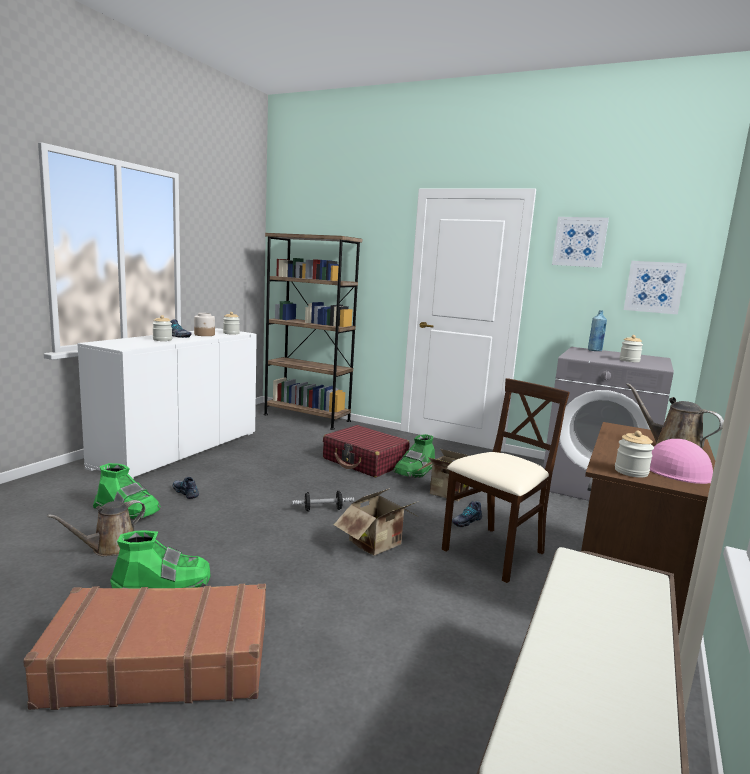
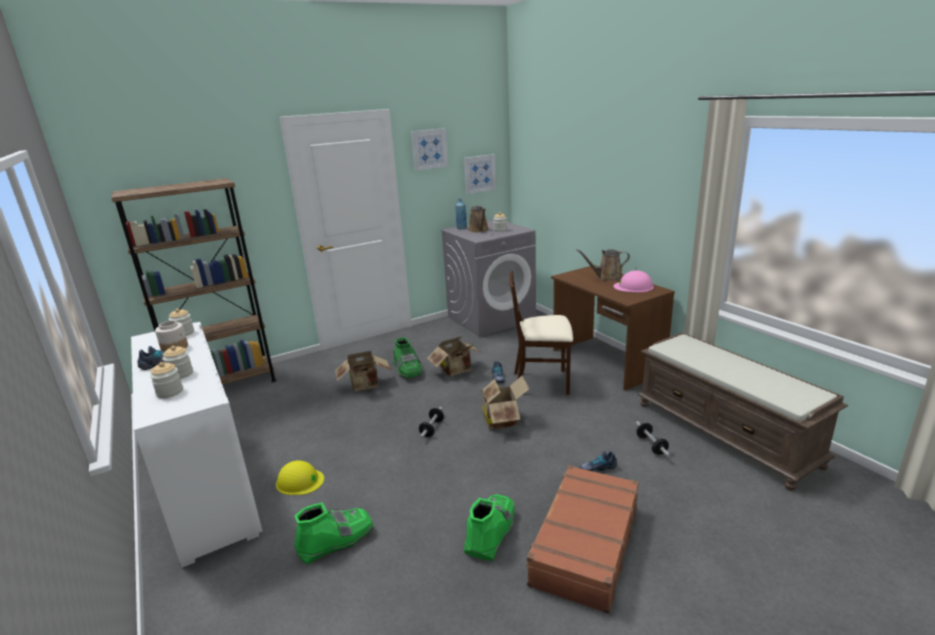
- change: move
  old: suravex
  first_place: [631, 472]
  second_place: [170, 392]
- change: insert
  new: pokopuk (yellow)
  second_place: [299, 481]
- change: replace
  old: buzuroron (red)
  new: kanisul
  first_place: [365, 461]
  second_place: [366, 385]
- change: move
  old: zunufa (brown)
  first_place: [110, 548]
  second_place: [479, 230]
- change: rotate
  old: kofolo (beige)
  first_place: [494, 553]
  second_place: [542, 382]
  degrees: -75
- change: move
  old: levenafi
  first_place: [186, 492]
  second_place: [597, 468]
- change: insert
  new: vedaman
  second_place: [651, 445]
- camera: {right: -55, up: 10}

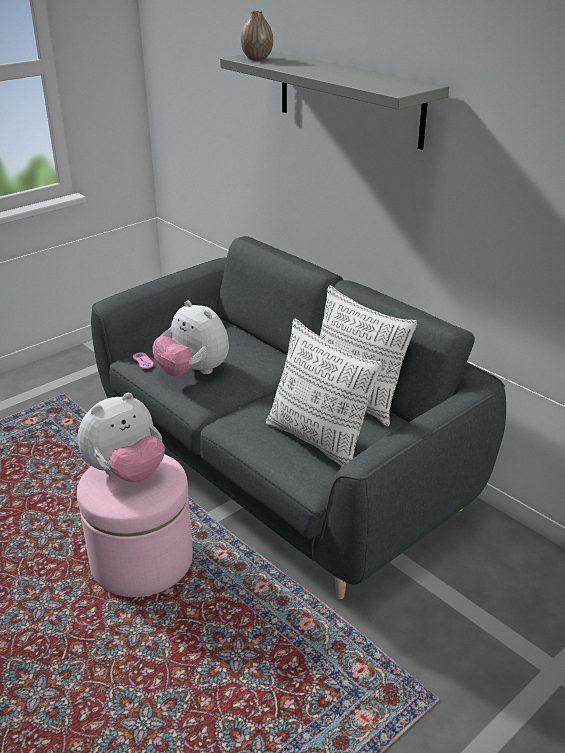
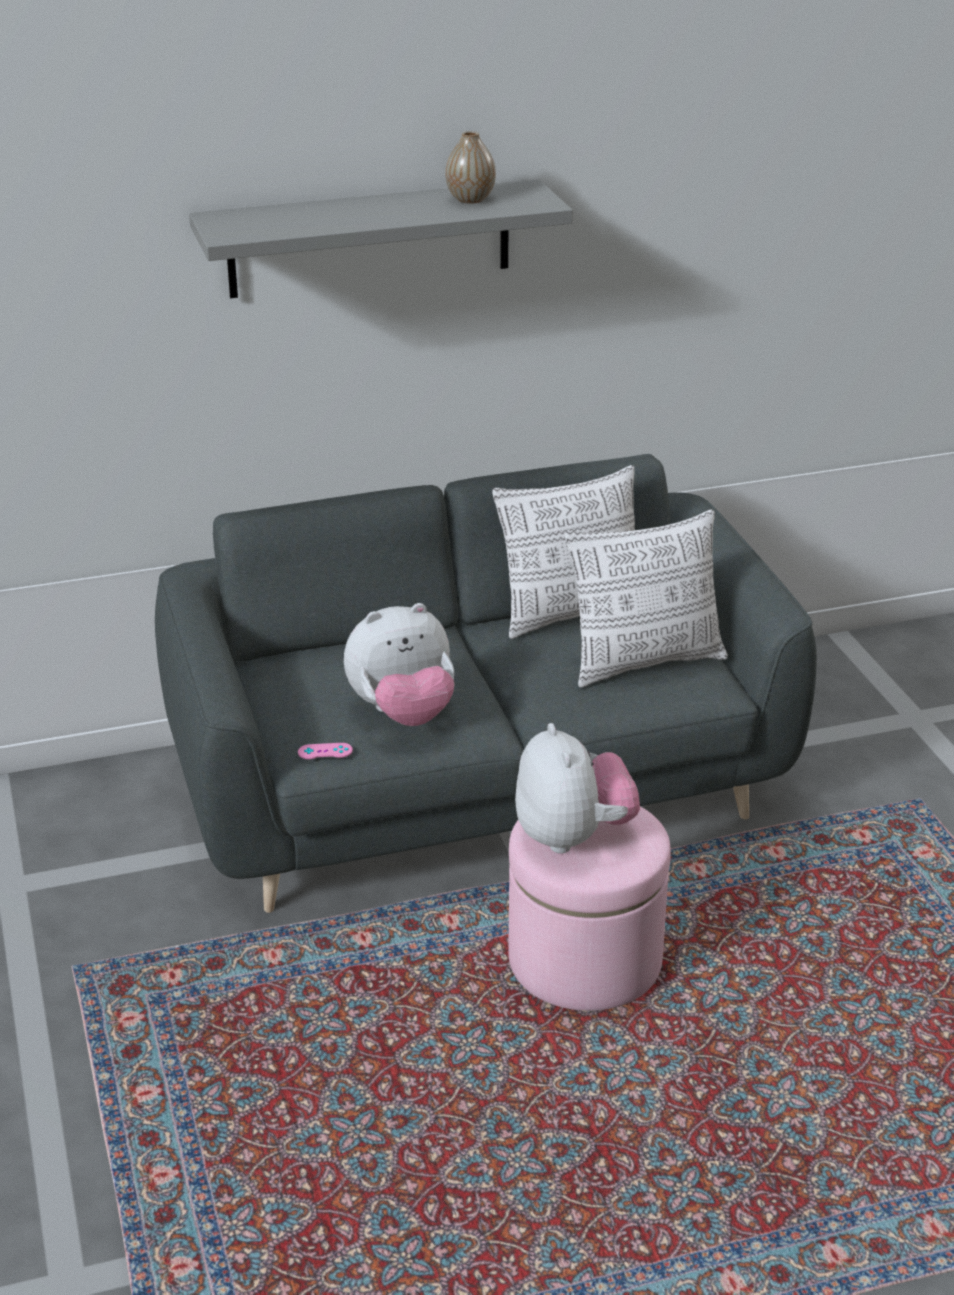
- change: move
  old: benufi
  first_place: [257, 58]
  second_place: [470, 199]
- camera: {right: -65, up: 0}

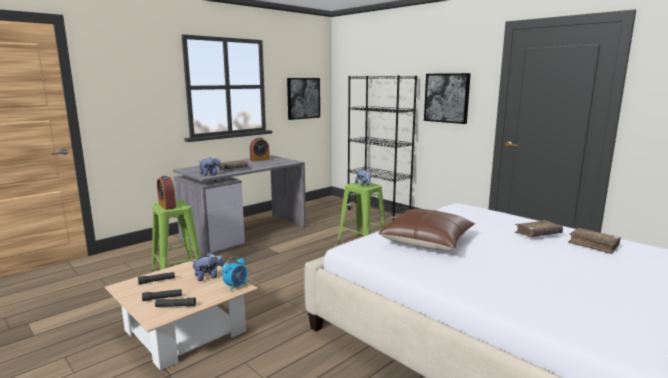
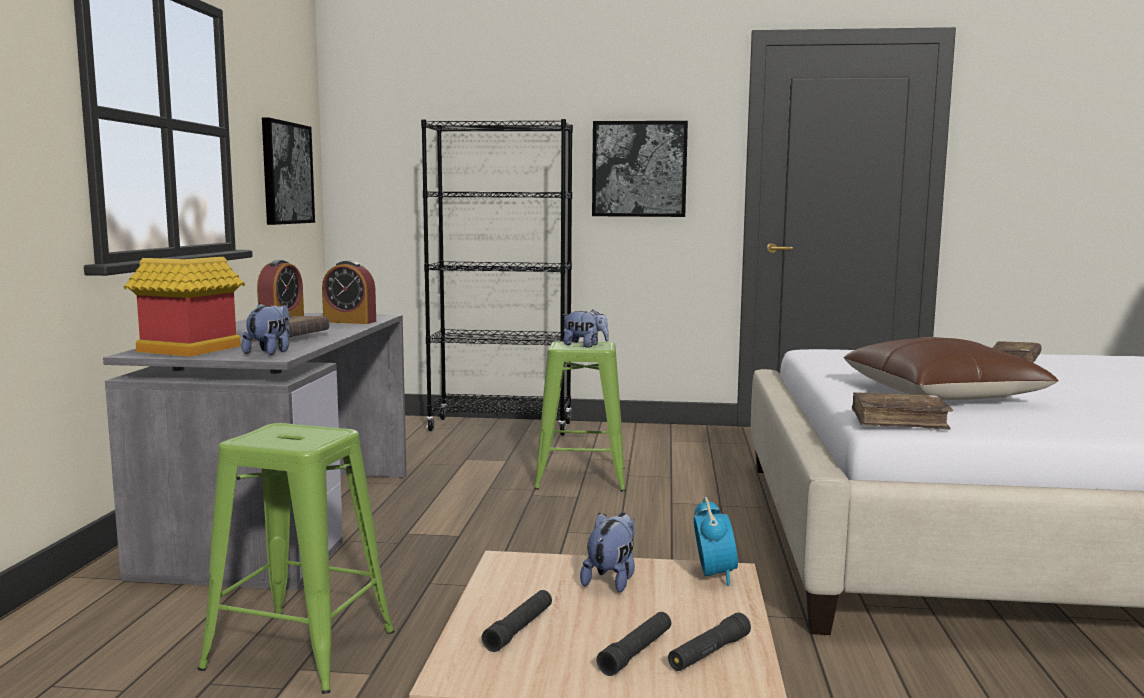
- change: insert
  new: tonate
  second_place: [186, 351]
- change: move
  old: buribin
  first_place: [167, 206]
  second_place: [349, 321]
- change: move
  old: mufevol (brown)
  first_place: [593, 245]
  second_place: [899, 421]
- camera: {right: -40, up: -5}

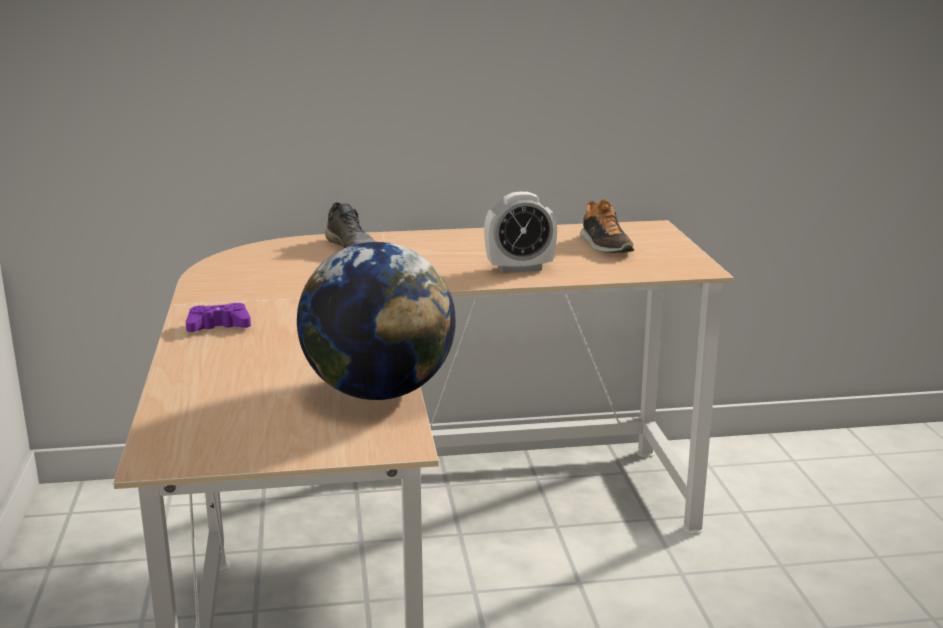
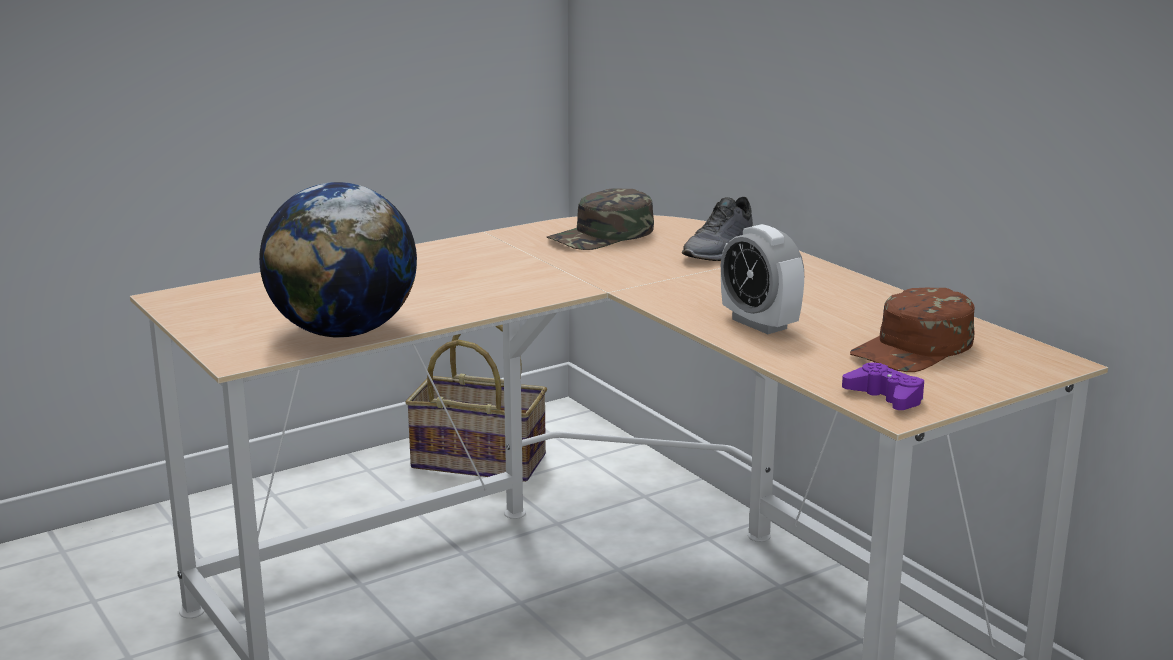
- change: insert
  new: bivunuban
  second_place: [480, 460]
- change: insert
  new: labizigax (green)
  second_place: [602, 236]
- change: move
  old: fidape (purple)
  first_place: [218, 326]
  second_place: [885, 397]
- change: replace
  old: levenafi
  new: labizigax (brown)
  first_place: [604, 246]
  second_place: [914, 349]
- camera: {right: 65, up: 0}

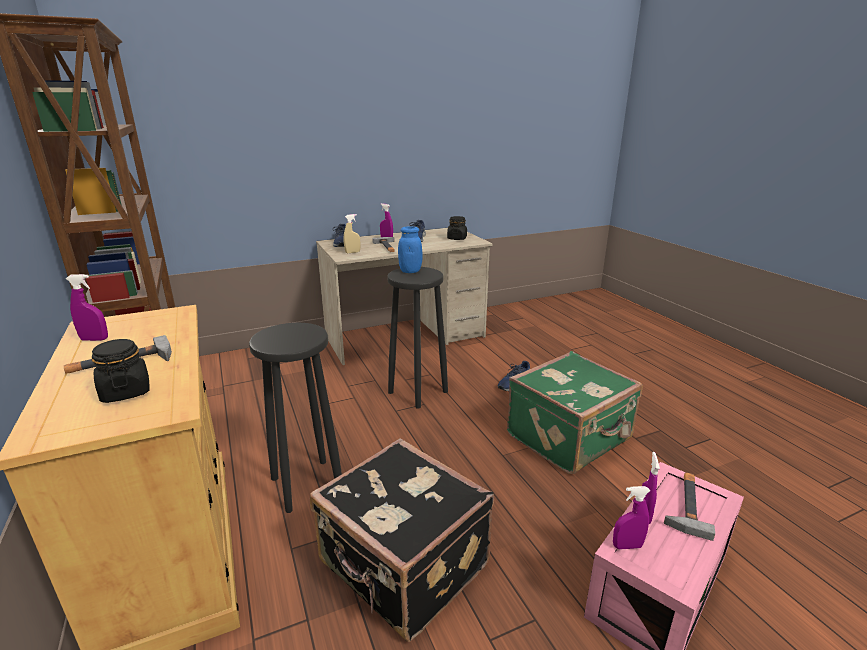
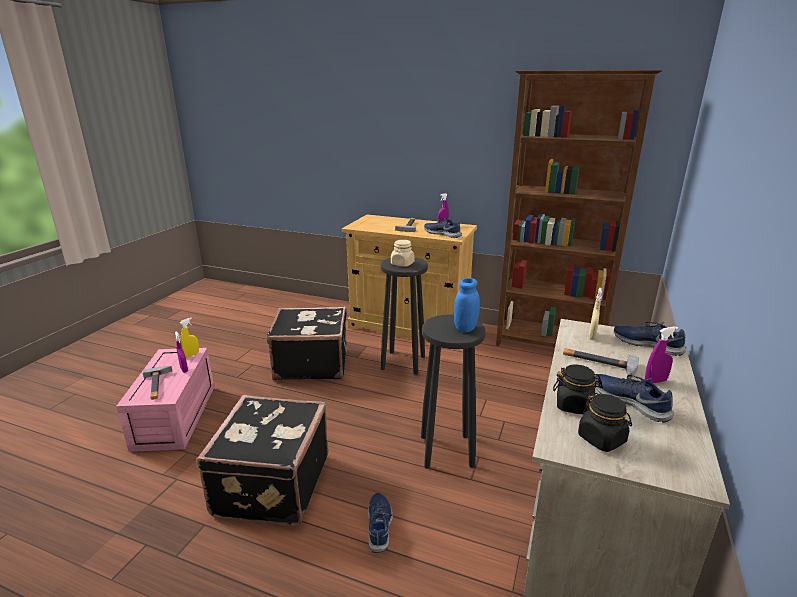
- change: recolor
  old: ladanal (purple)
  new: ladanal (yellow)
  first_place: [627, 546]
  second_place: [191, 355]
- change: recolor
  old: buzuroron (green)
  new: buzuroron (black)
  first_place: [570, 438]
  second_place: [270, 485]
- change: insert
  new: suravex (beige)
  second_place: [402, 264]
- change: insert
  new: levenafi (blue)
  second_place: [442, 233]
- change: move
  old: suravex (black)
  first_place: [126, 391]
  second_place: [574, 405]
- camera: {right: 135, up: 0}

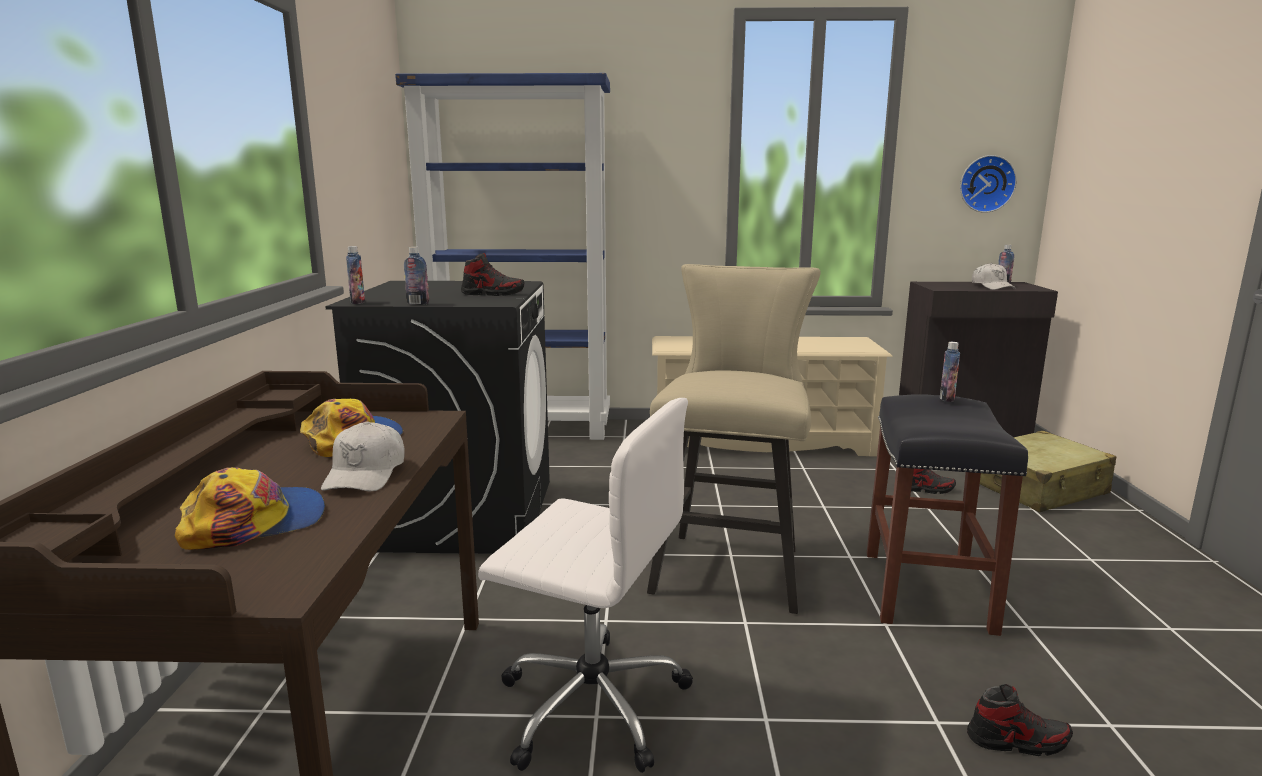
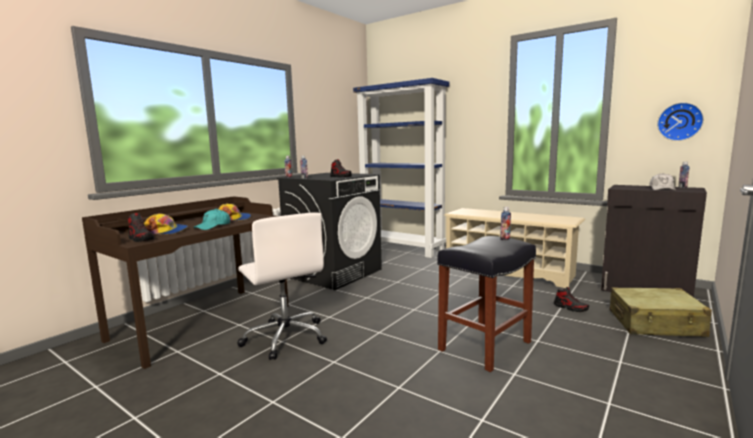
- change: move
  old: levenafi
  first_place: [1017, 741]
  second_place: [141, 239]
- change: recolor
  old: labizigax (white)
  new: labizigax (turquoise)
  first_place: [366, 474]
  second_place: [213, 226]
- change: delete
  old: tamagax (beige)
  first_place: [730, 565]
- camera: {right: 35, up: -5}

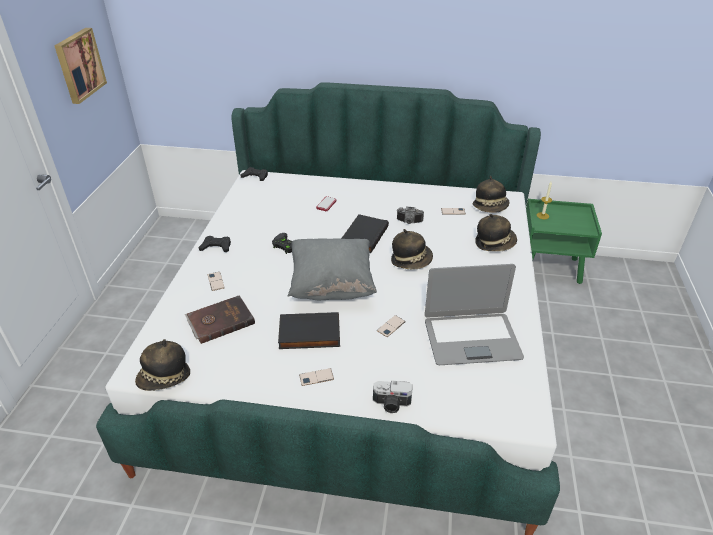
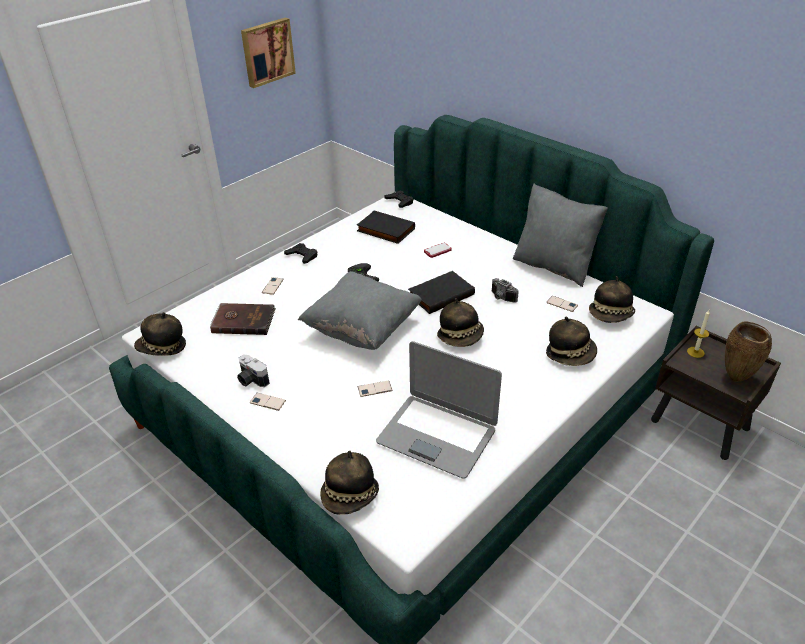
- change: move
  old: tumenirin
  first_place: [391, 404]
  second_place: [251, 380]
- change: insert
  new: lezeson
  second_place: [350, 497]
- change: move
  old: mufevol (black)
  first_place: [309, 335]
  second_place: [385, 230]
- change: insert
  new: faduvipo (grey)
  second_place: [554, 266]
- change: recolor
  old: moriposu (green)
  new: moriposu (brown)
  first_place: [550, 268]
  second_place: [700, 425]
- change: insert
  new: benufi (brown)
  second_place: [736, 379]
- camera: {right: 35, up: 0}

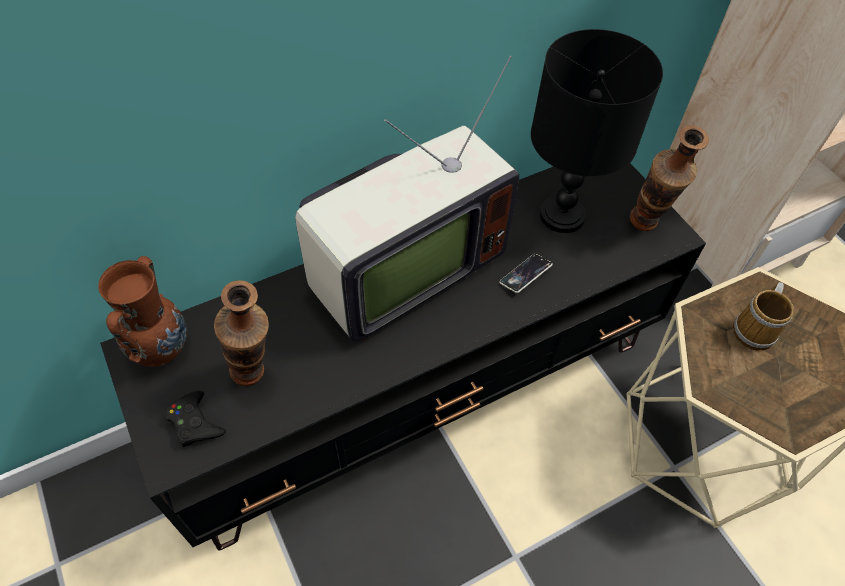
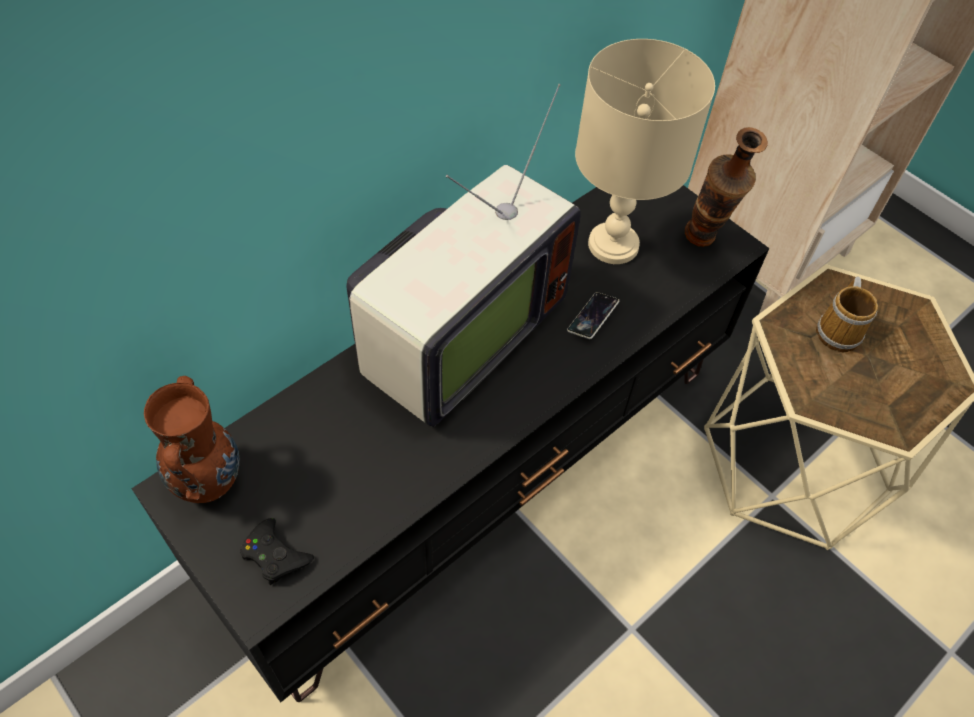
- change: recolor
  old: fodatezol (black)
  new: fodatezol (beige)
  first_place: [563, 216]
  second_place: [614, 245]
- change: delete
  old: benufi
  first_place: [257, 377]
- camera: {right: -15, up: 0}

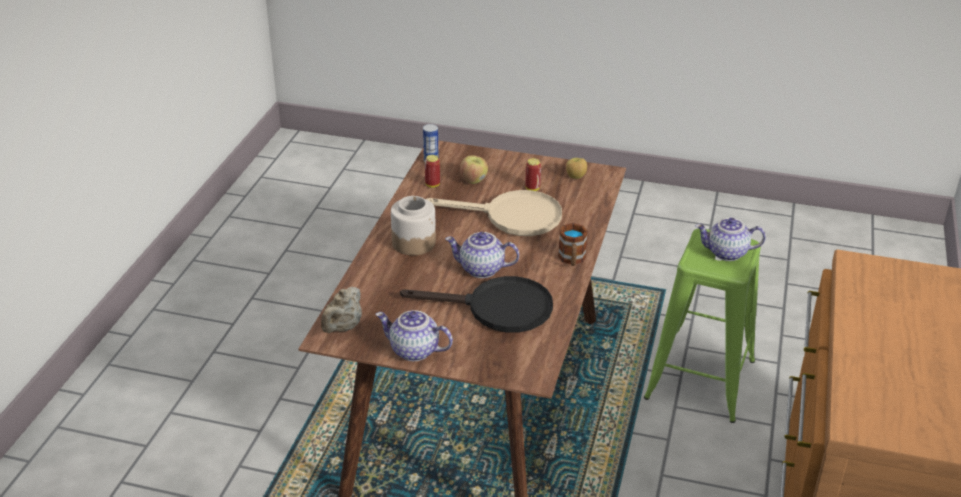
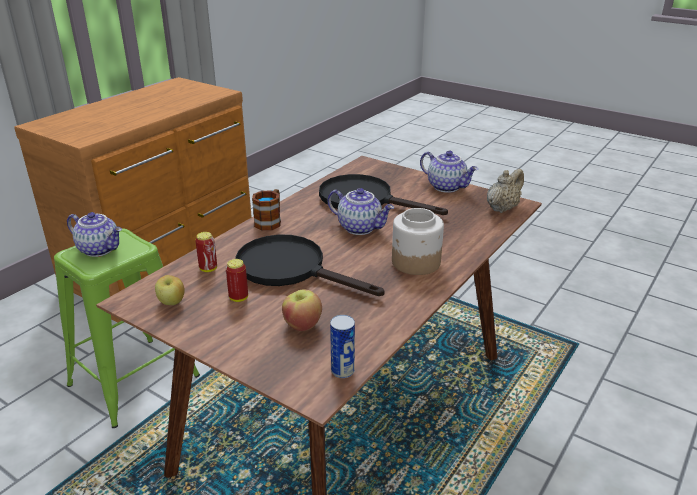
- change: move
  old: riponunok
  first_place: [432, 185]
  second_place: [208, 269]
- change: recolor
  old: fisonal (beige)
  new: fisonal (black)
  first_place: [512, 217]
  second_place: [291, 269]
- camera: {right: -160, up: -5}

